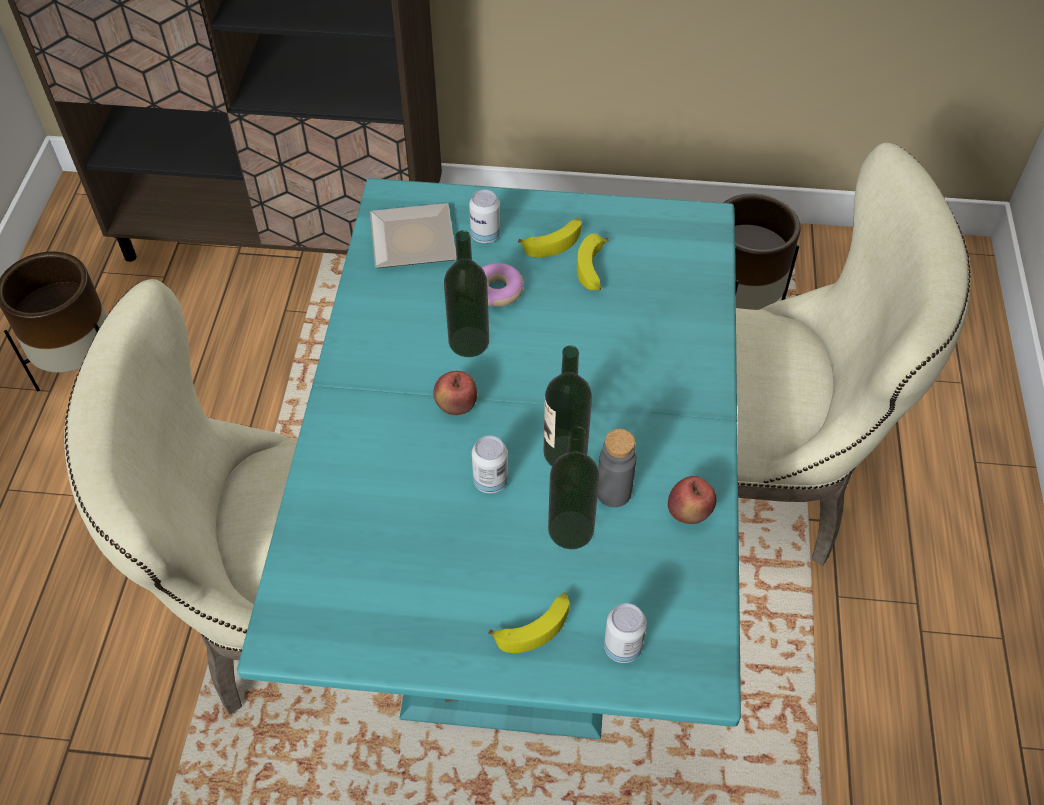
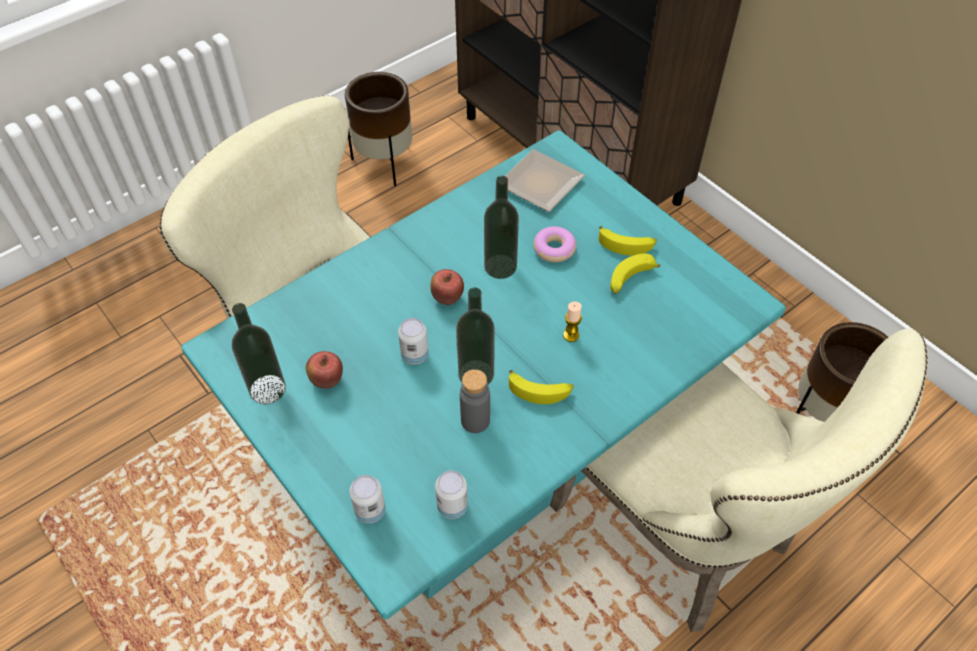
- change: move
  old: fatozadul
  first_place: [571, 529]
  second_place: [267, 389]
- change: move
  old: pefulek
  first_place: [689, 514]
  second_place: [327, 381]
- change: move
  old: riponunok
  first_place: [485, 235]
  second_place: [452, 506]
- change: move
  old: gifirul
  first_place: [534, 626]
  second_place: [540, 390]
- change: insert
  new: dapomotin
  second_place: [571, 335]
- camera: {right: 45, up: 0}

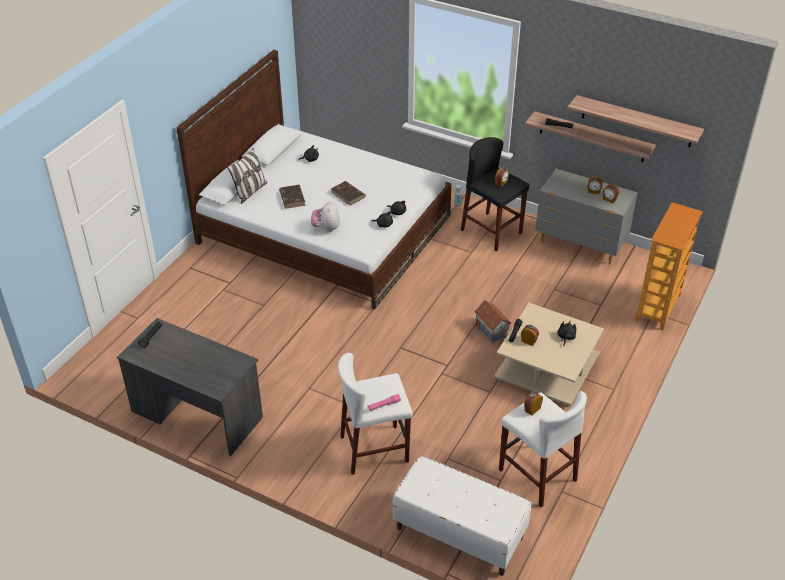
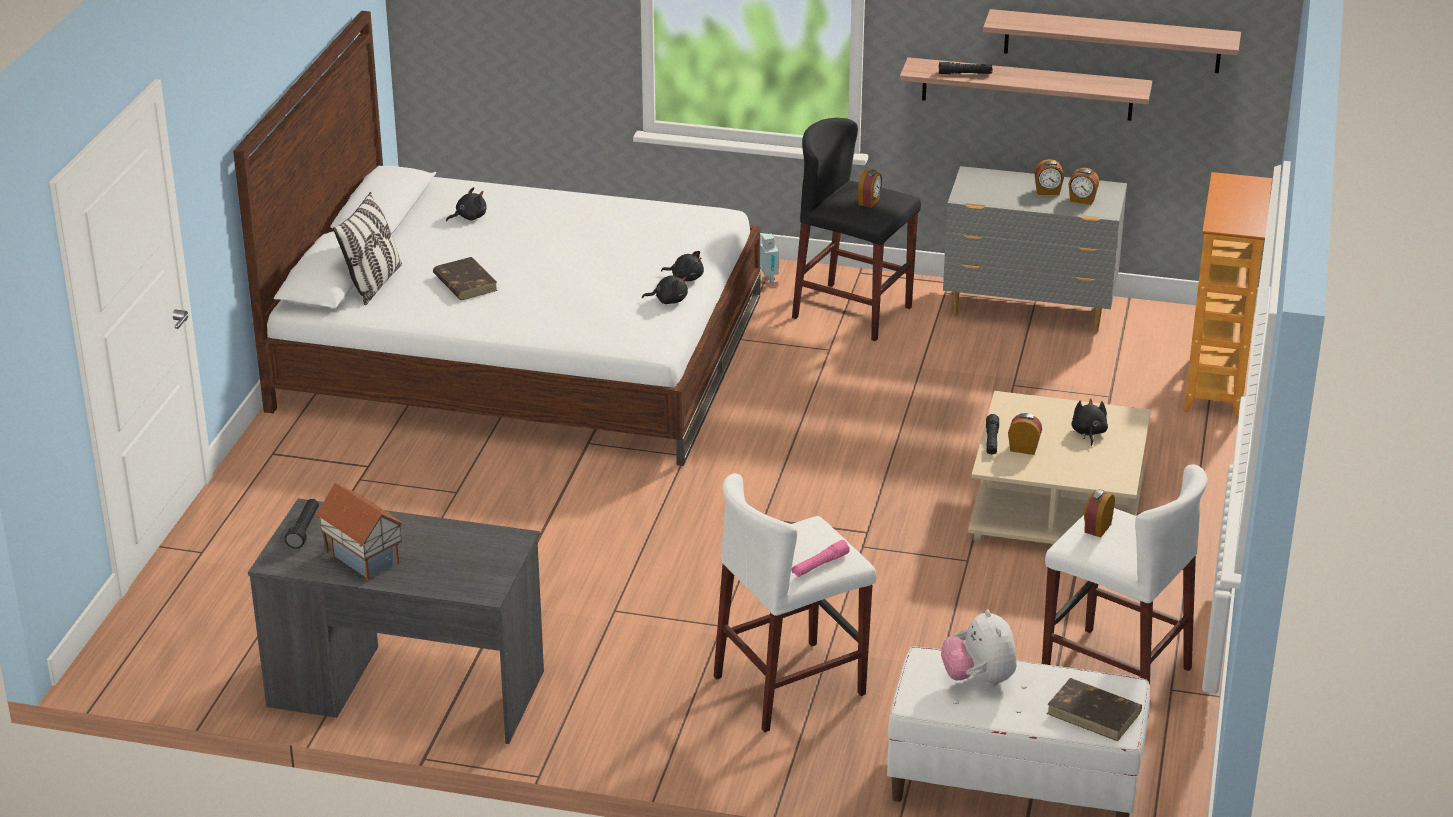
- change: move
  old: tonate
  first_place: [492, 331]
  second_place: [364, 556]
- change: move
  old: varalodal
  first_place: [326, 228]
  second_place: [979, 679]
- change: move
  old: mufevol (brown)
  first_place: [348, 194]
  second_place: [1094, 713]
- camera: {right: -15, up: -10}

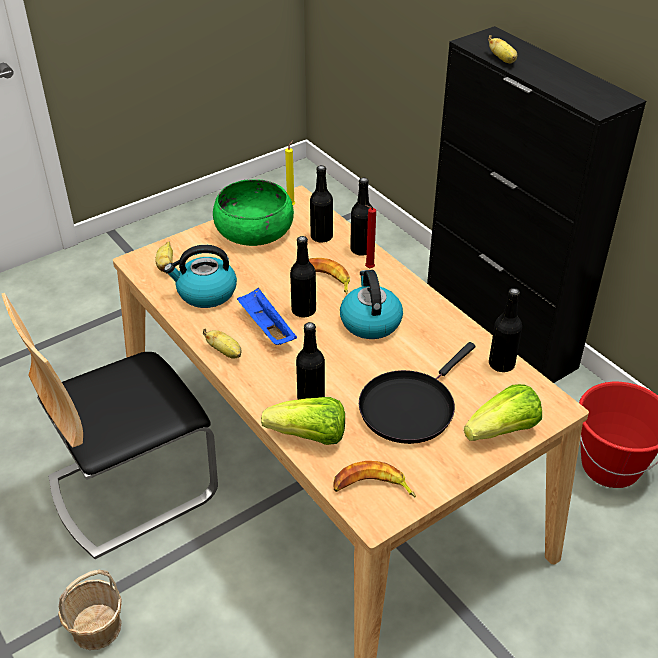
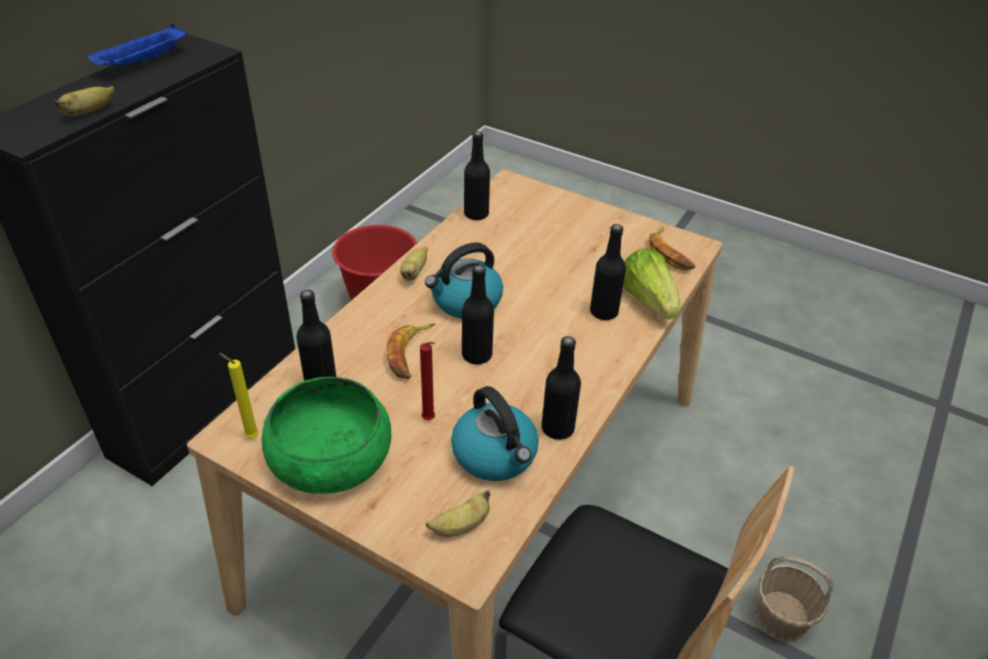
- change: move
  old: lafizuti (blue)
  first_place: [266, 328]
  second_place: [143, 63]
- change: move
  old: gifirul
  first_place: [225, 352]
  second_place: [414, 273]
- change: move
  old: dapomotin (red)
  first_place: [368, 268]
  second_place: [430, 420]
- change: move
  old: fatozadul (black)
  first_place: [361, 250]
  second_place: [557, 428]
- change: delete
  old: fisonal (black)
  first_place: [410, 407]
- change: delete
  old: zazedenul
  first_place: [503, 431]
- camera: {right: -115, up: 0}

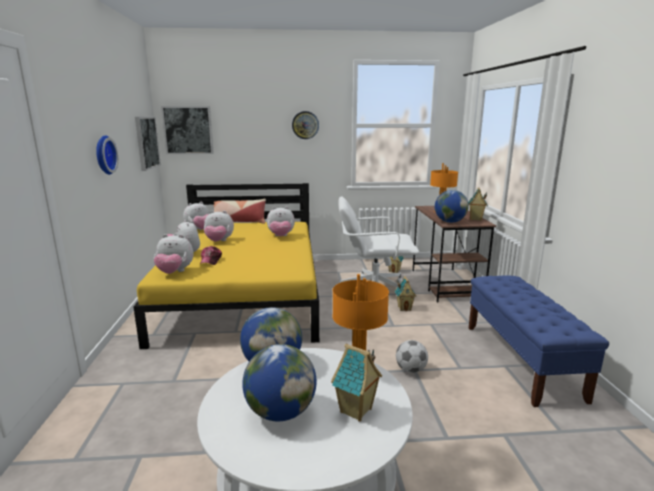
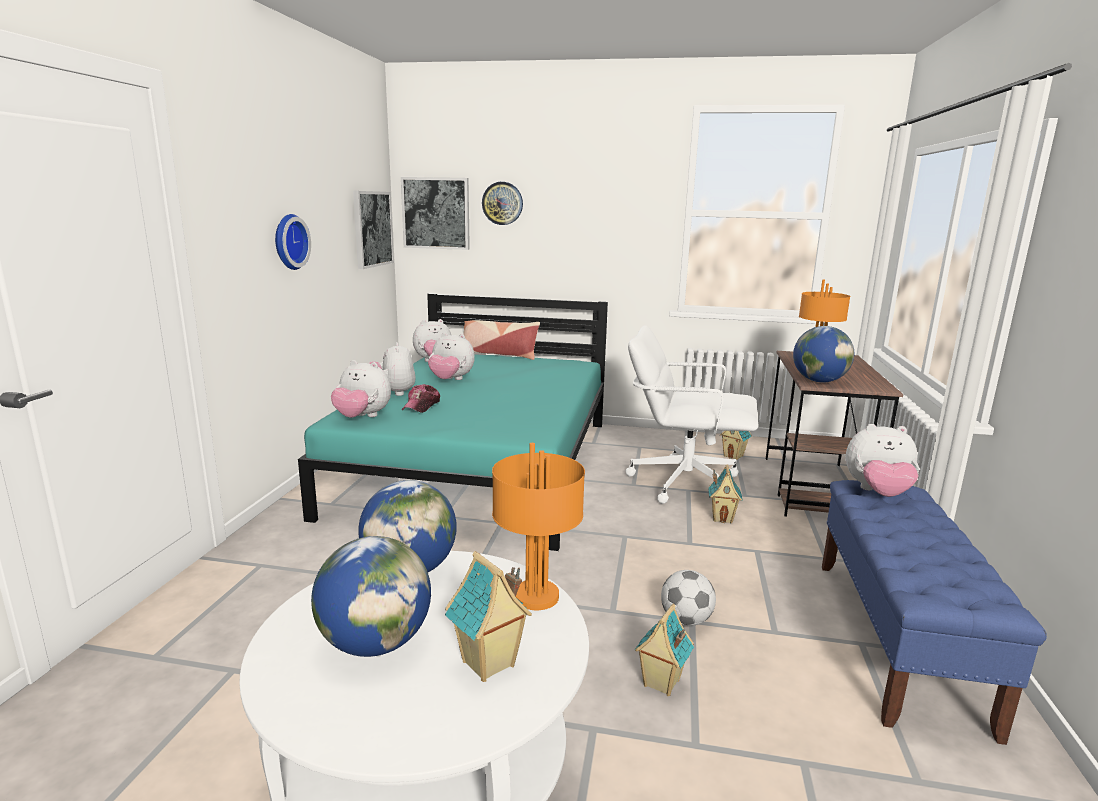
- change: recolor
  old: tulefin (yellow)
  new: tulefin (turquoise)
  first_place: [244, 295]
  second_place: [481, 465]
- change: move
  old: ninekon
  first_place: [305, 125]
  second_place: [502, 203]
- change: move
  old: tonate
  first_place: [475, 219]
  second_place: [660, 683]
- change: move
  old: varalodal
  first_place: [281, 236]
  second_place: [877, 493]
- camera: {right: 15, up: 0}

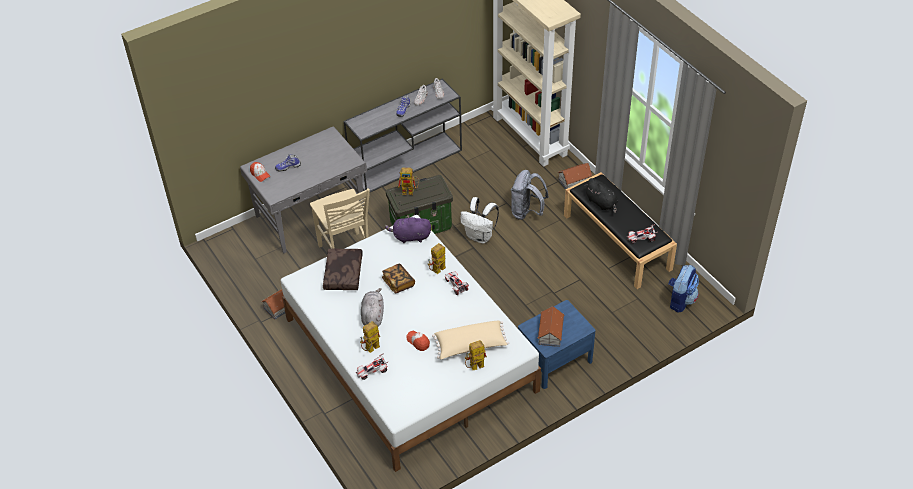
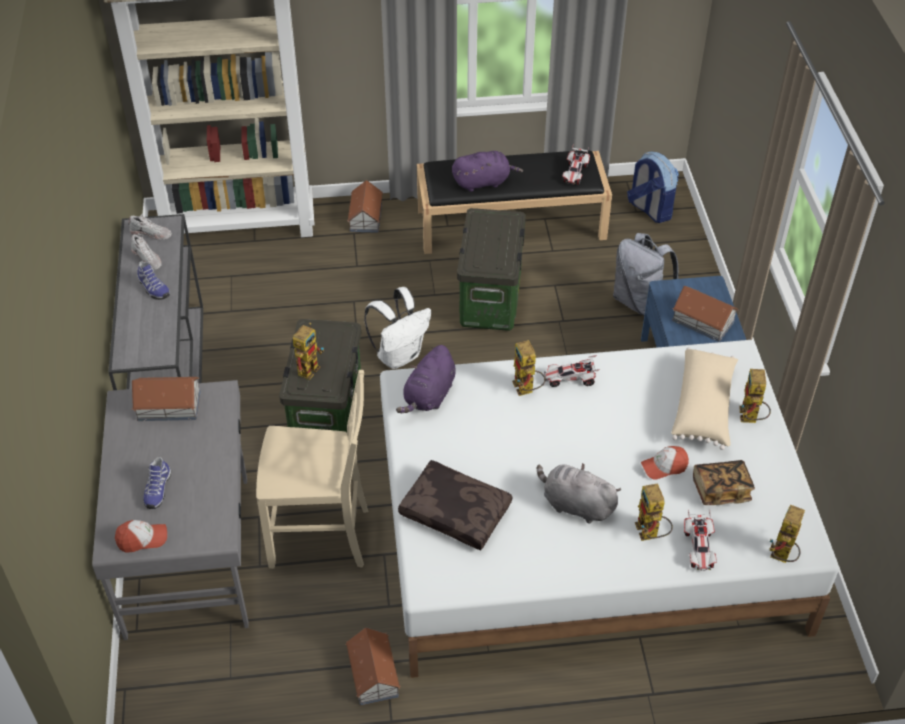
- change: insert
  new: tonate
  second_place: [169, 406]
- change: recolor
  old: varalodal (black)
  new: varalodal (purple)
  first_place: [602, 203]
  second_place: [483, 182]
- change: insert
  new: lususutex
  second_place: [491, 300]
- change: move
  old: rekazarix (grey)
  first_place: [527, 212]
  second_place: [639, 301]
- change: move
  old: mufevol
  first_place: [398, 283]
  second_place: [720, 490]
- change: insert
  new: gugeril
  second_place: [782, 557]
- camera: {right: -65, up: 0}

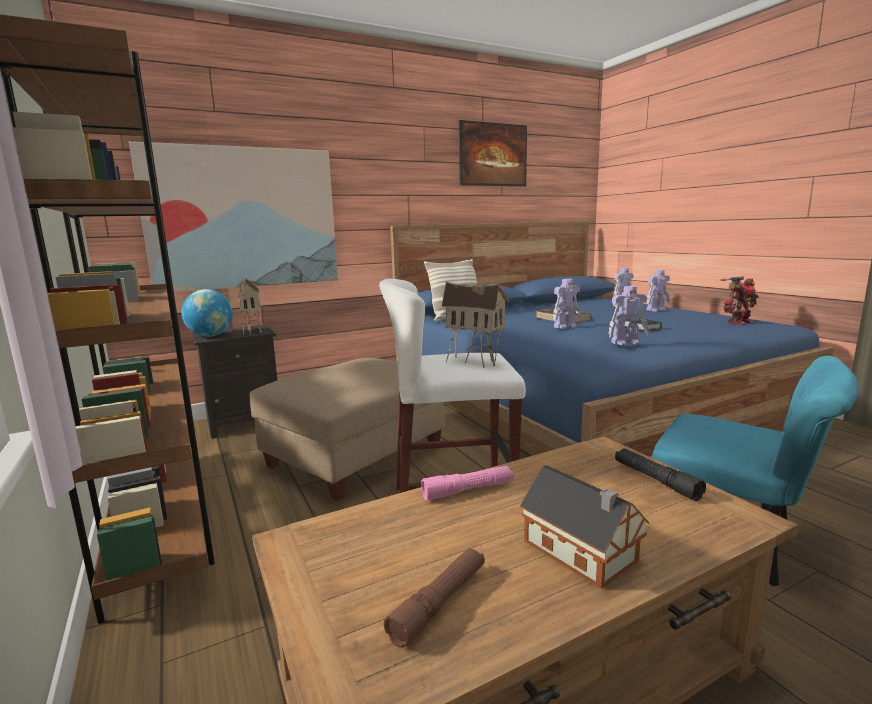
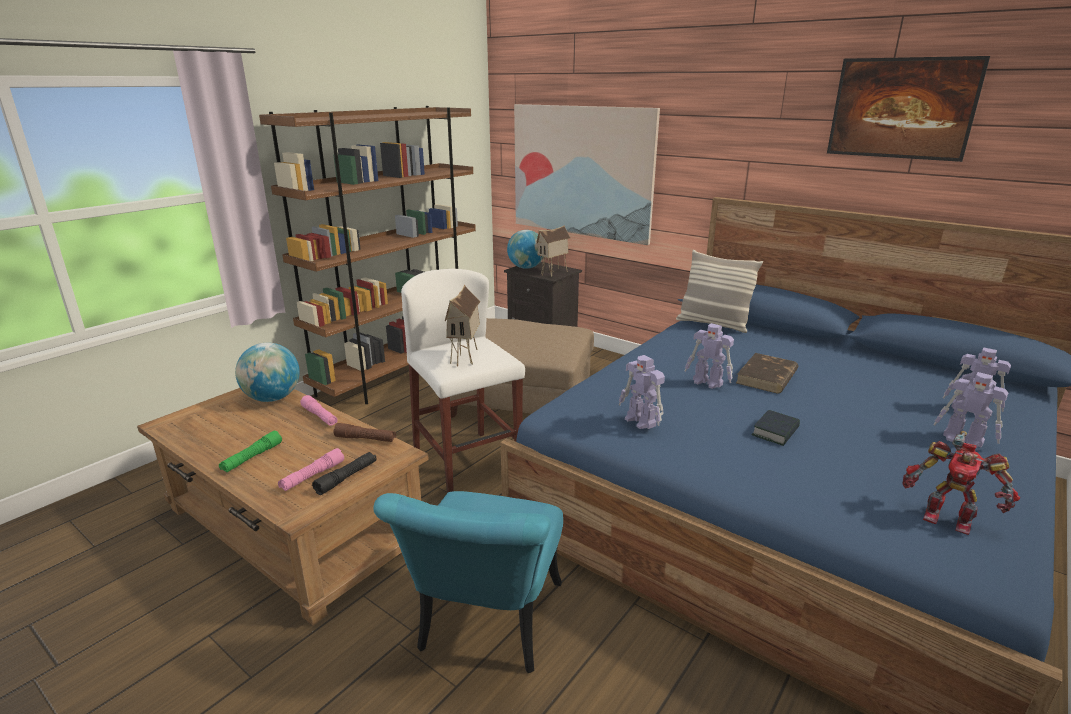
- change: replace
  old: tonate
  new: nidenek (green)
  first_place: [582, 553]
  second_place: [252, 458]
- change: insert
  new: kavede
  second_place: [273, 398]
- change: insert
  new: nidenek (pink)
  second_place: [312, 476]
- change: move
  old: nidenek (brown)
  first_place: [440, 603]
  second_place: [365, 439]
- camera: {right: 65, up: 10}

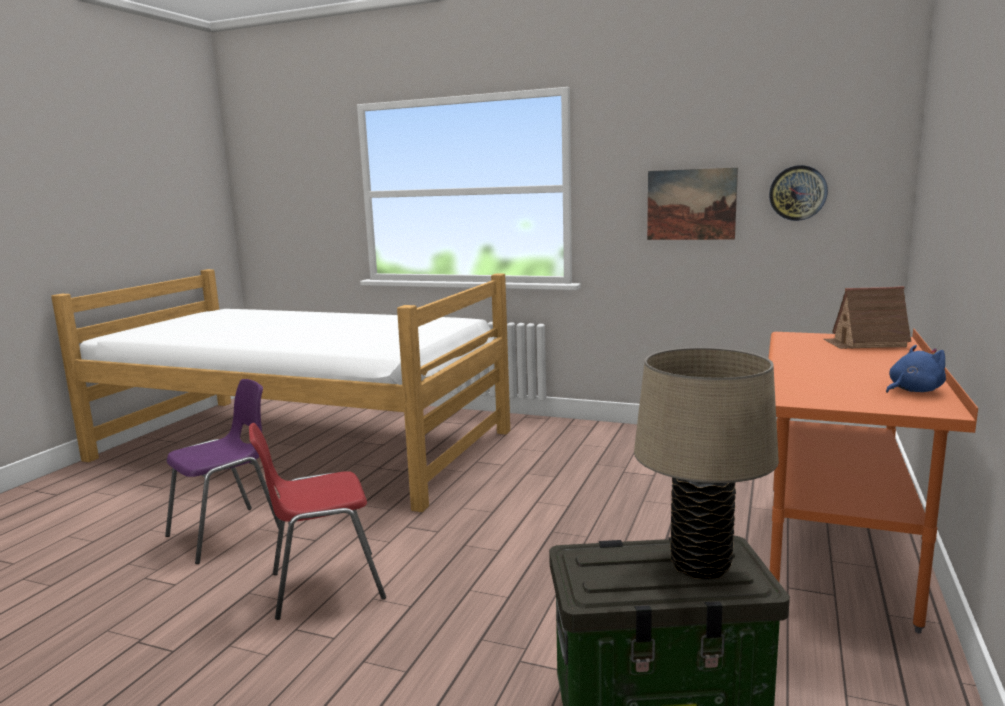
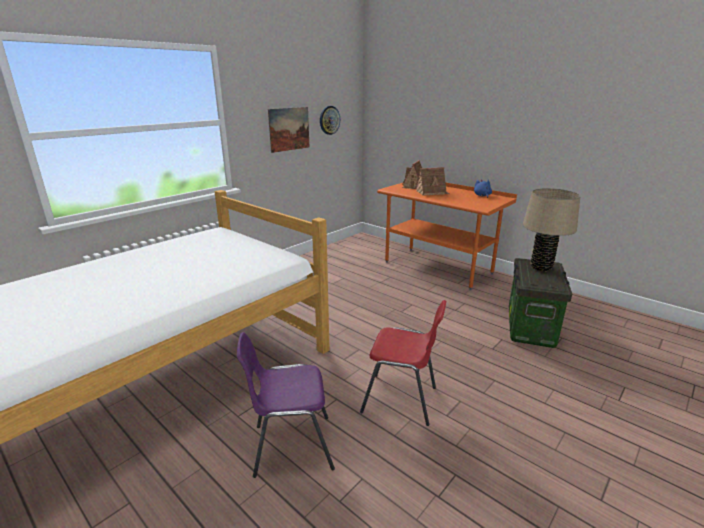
- change: rotate
  old: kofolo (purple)
  first_place: [228, 533]
  second_place: [290, 446]
  degrees: -75
- change: rotate
  old: kofolo (red)
  first_place: [323, 585]
  second_place: [401, 400]
  degrees: -75
- change: insert
  new: tonate
  second_place: [432, 192]
- camera: {right: -70, up: 10}

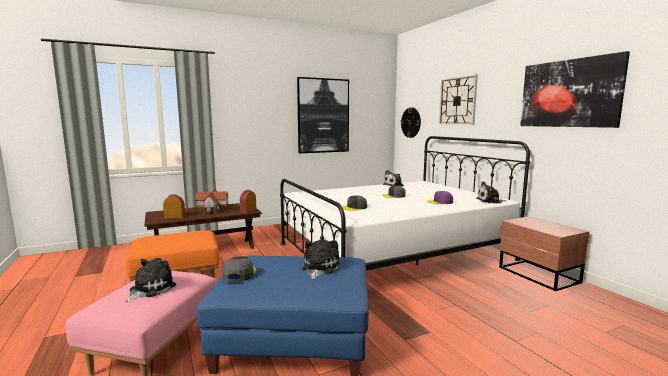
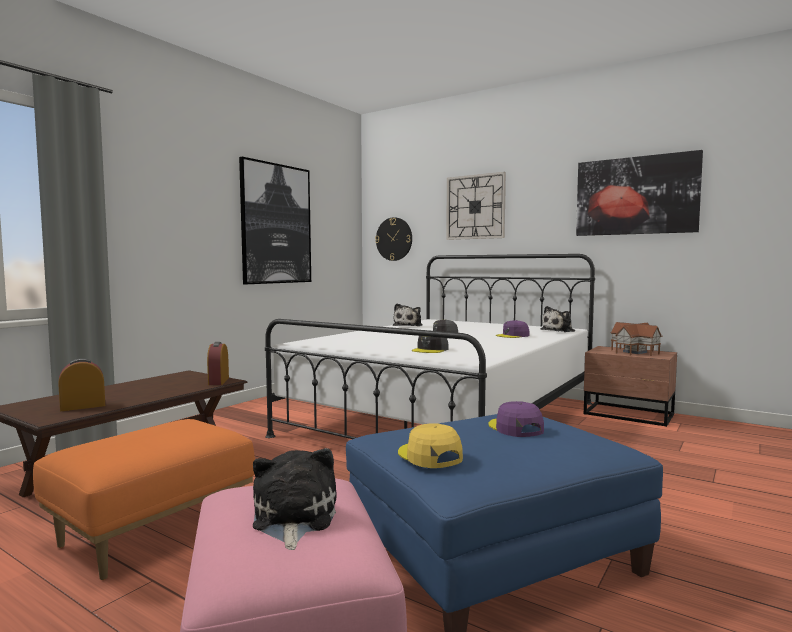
- change: recolor
  old: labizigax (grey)
  new: labizigax (yellow)
  first_place: [239, 274]
  second_place: [429, 456]
- change: replace
  old: varalodal
  new: labizigax (purple)
  first_place: [319, 268]
  second_place: [515, 428]
- change: move
  old: tonate
  first_place: [213, 210]
  second_place: [635, 352]
- camera: {right: -30, up: -5}

